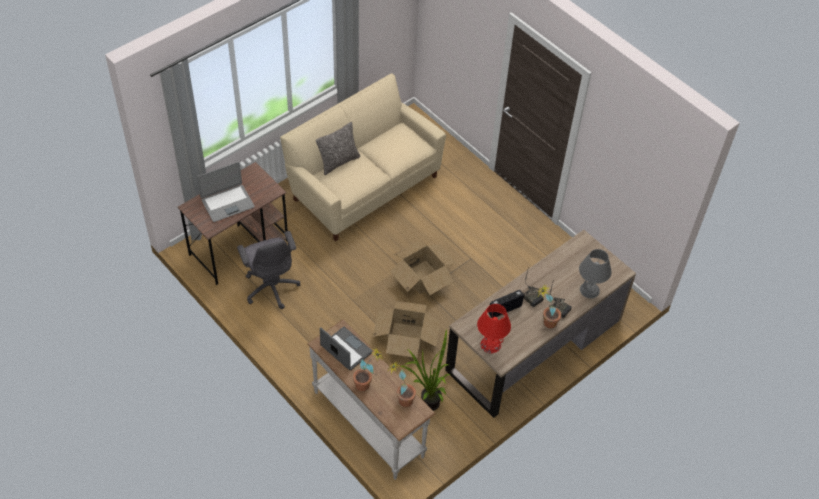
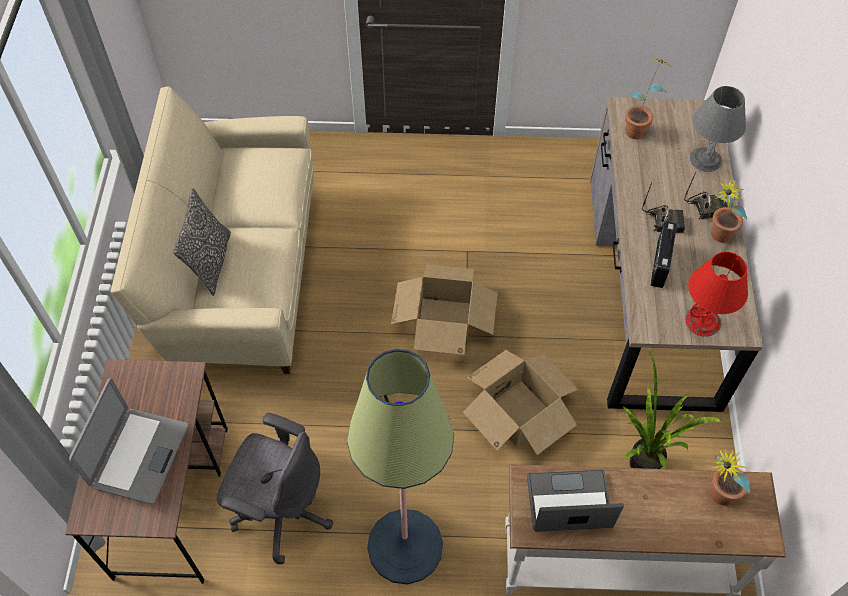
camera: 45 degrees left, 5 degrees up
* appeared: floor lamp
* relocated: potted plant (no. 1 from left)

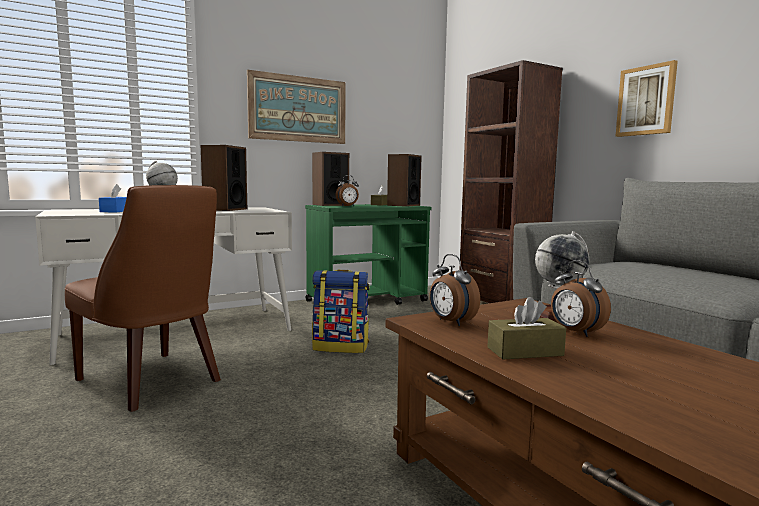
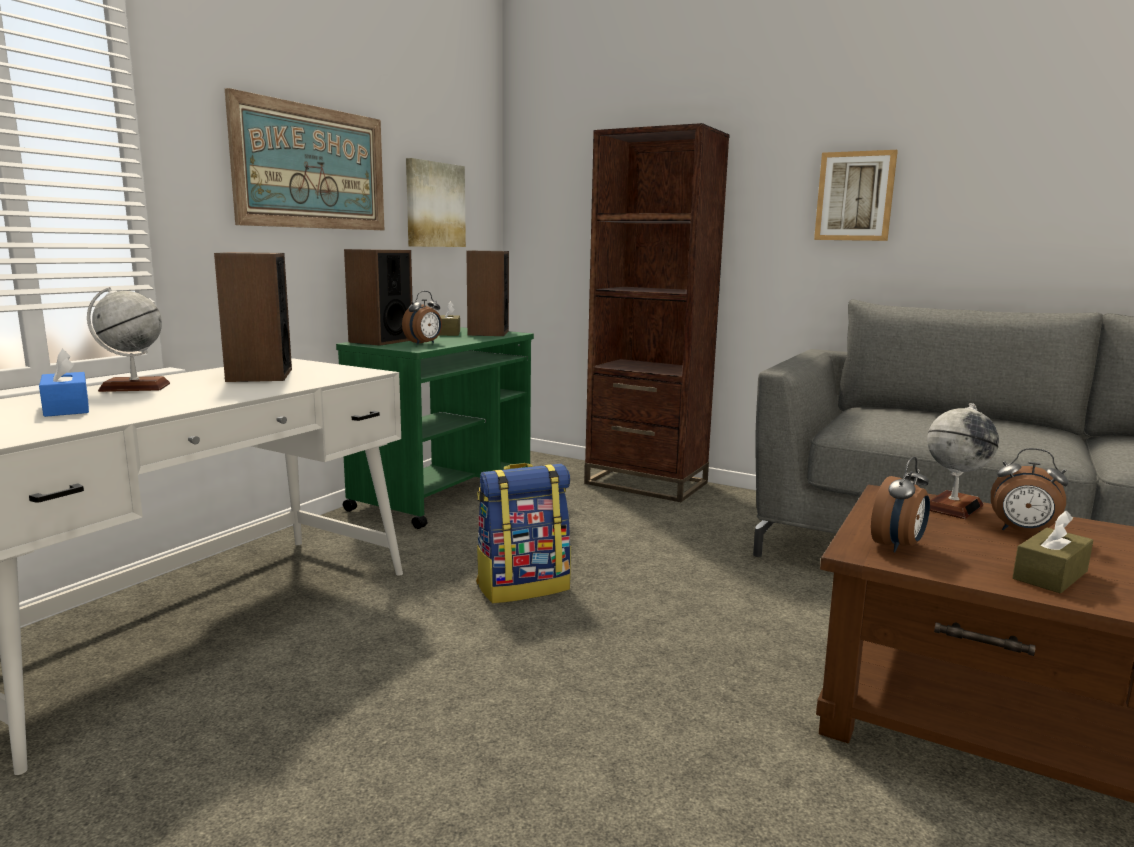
camera: 30 degrees left, 5 degrees up
* appeared: picture (no. 2 from left)
* spun: alarm clock (no. 2 from left) 75 degrees counterclockwise
* missing: chair (brownish)

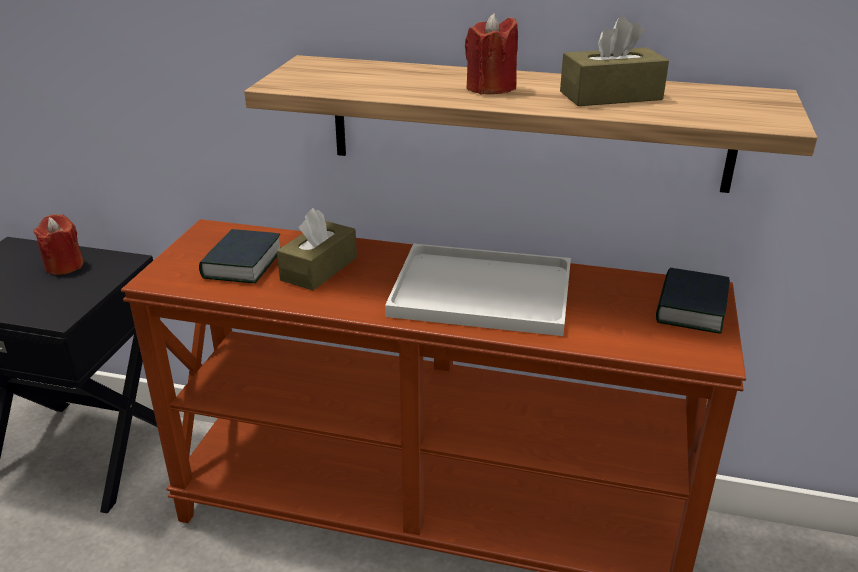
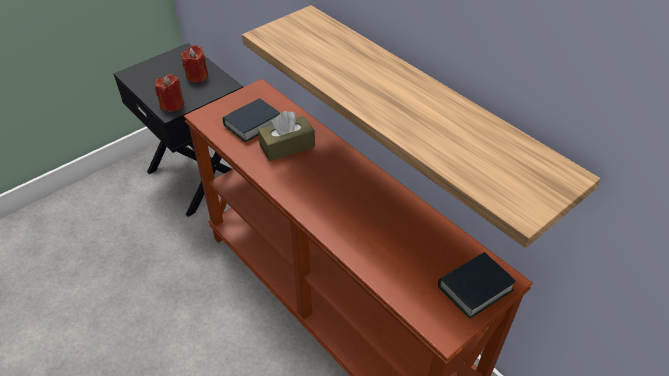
camera: 35 degrees right, 15 degrees up
* relocated: candle (red-coloured) (no. 2 from left in the first image) to candle (red-coloured) (no. 1 from left)
* missing: carrying tray (whitish)
* missing: tissue box (brownish) (no. 2 from left)

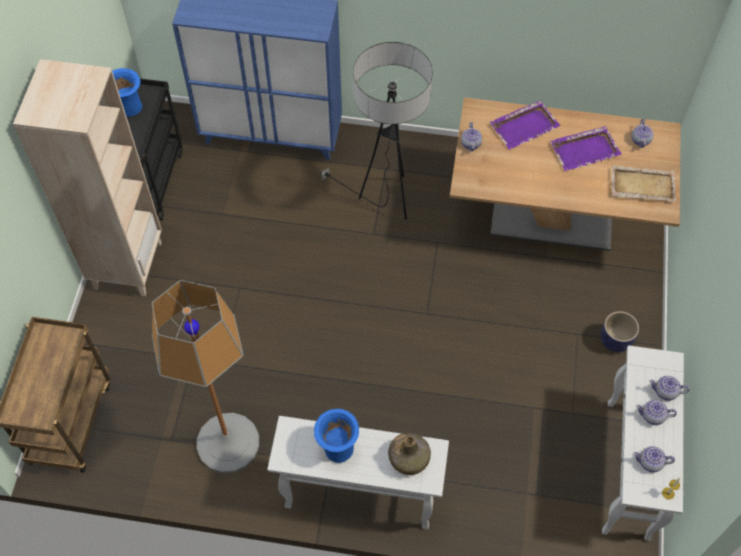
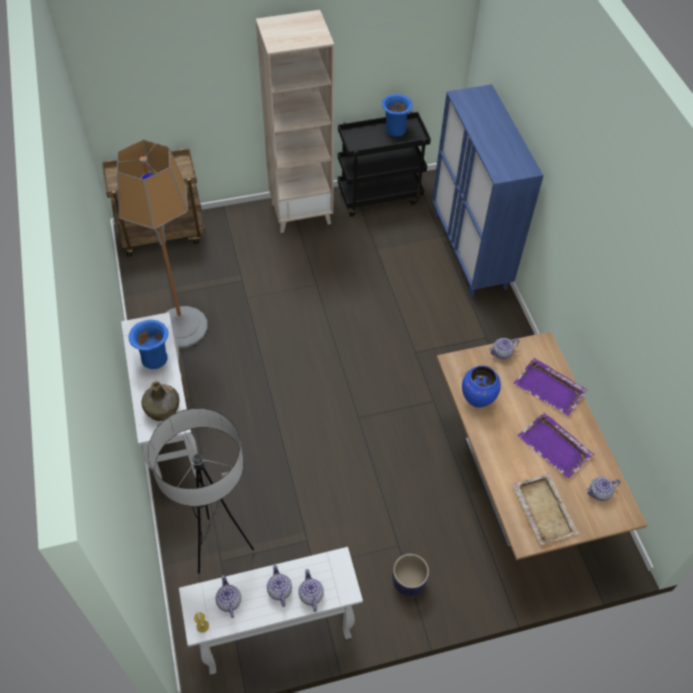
camera: 65 degrees right, 5 degrees down
* relocated: floor lamp (no. 2 from left)
* appeared: decorative vase (blue-coloured) (no. 3 from left)

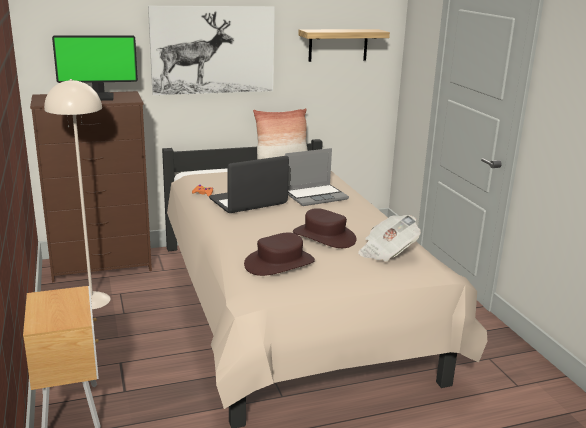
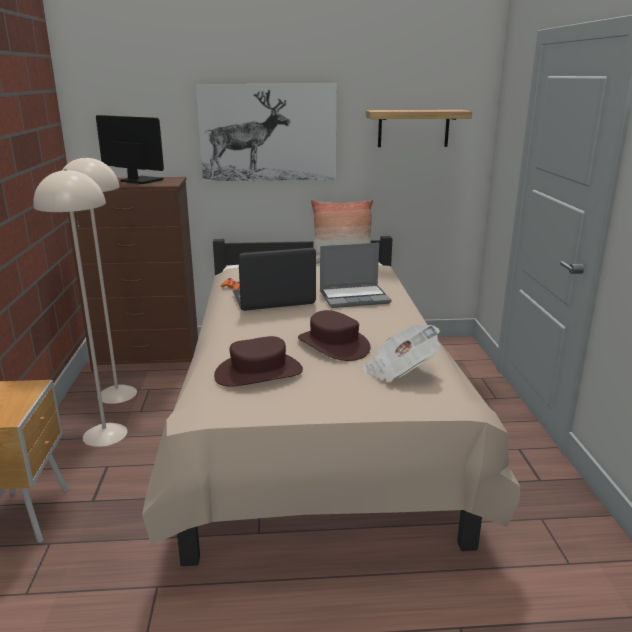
camera: 15 degrees right, 0 degrees up
* appeared: floor lamp (beige-coloured) (no. 1 from left)
* spun: computer display 150 degrees counterclockwise

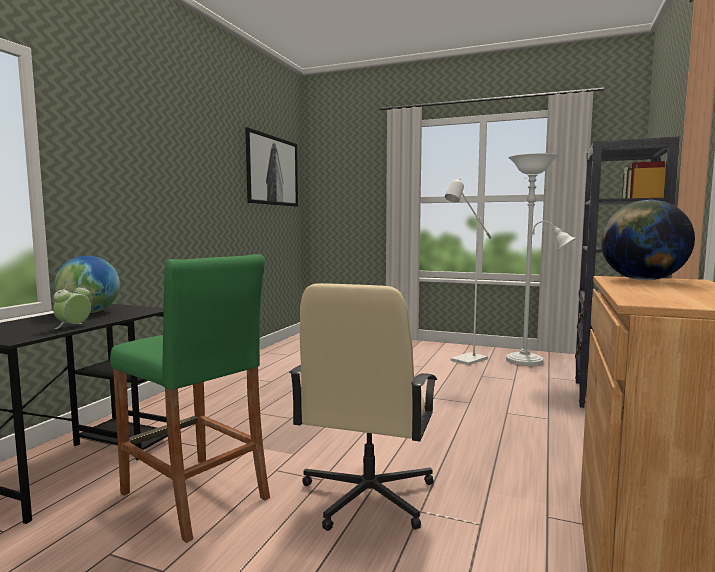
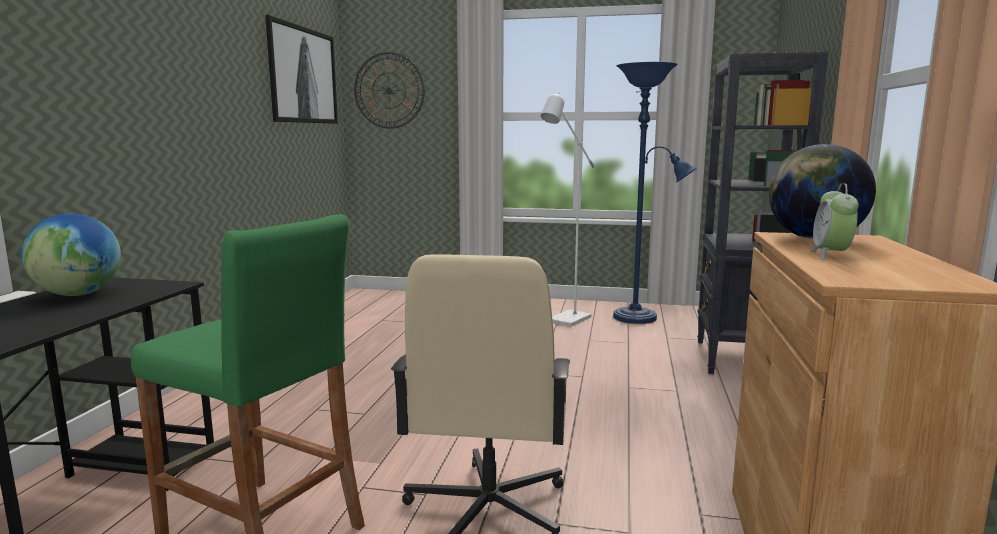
camera: 10 degrees left, 5 degrees up
* appeared: clock on the wall
* colour: floor lamp (whitish) (no. 2 from left) to floor lamp (blue-coloured)
* relocated: alarm clock

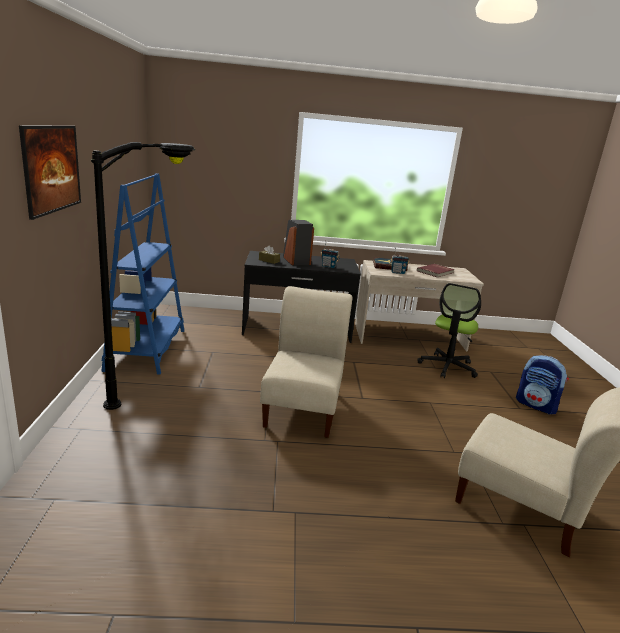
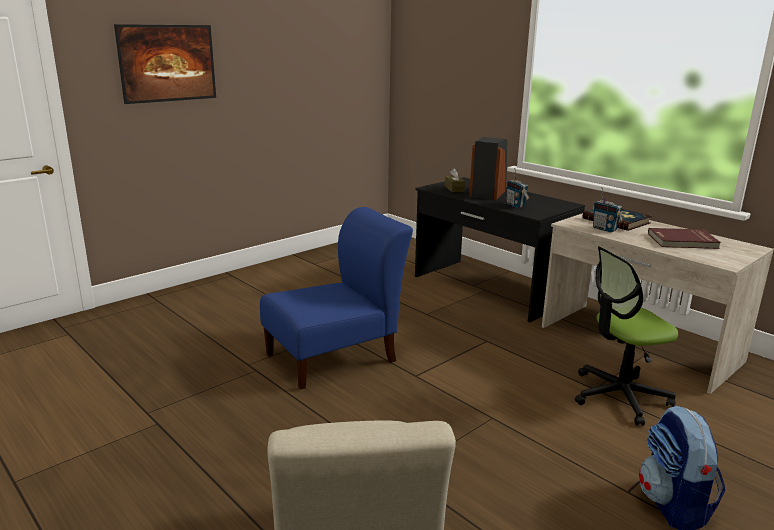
camera: 50 degrees right, 0 degrees up
* colour: chair (beige-coloured) (no. 1 from left) to chair (blue-coloured)
* missing: floor lamp (blackish)
* missing: bookshelf (blue-coloured)

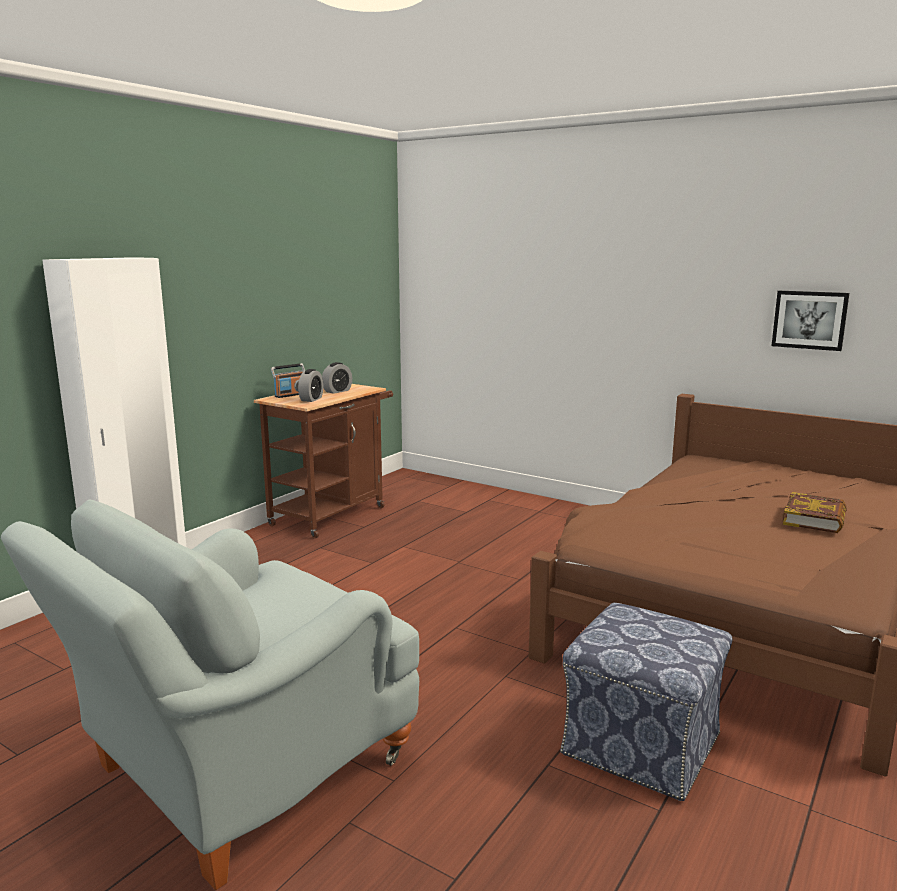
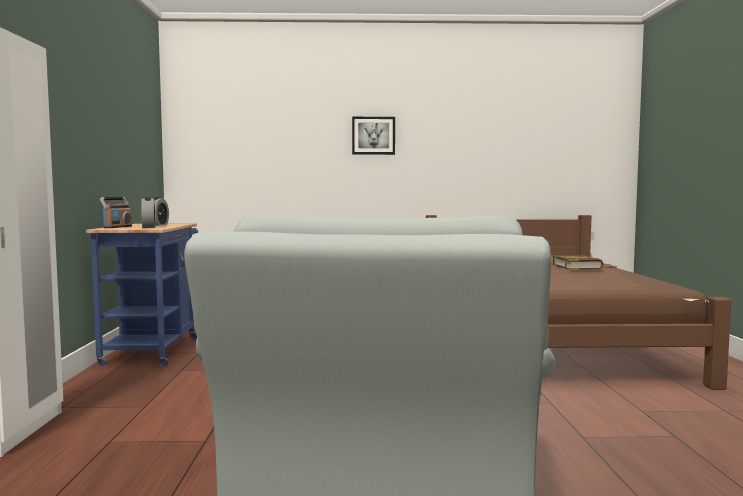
camera: 35 degrees left, 10 degrees down
* colour: cart (brownish) to cart (blue-coloured)
* relocated: picture
* missing: ottoman

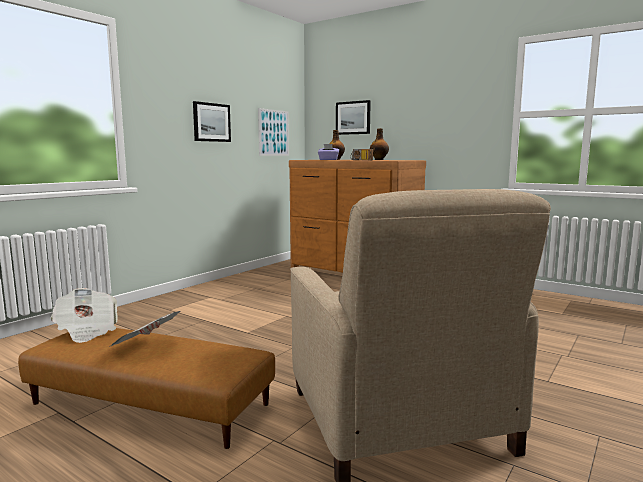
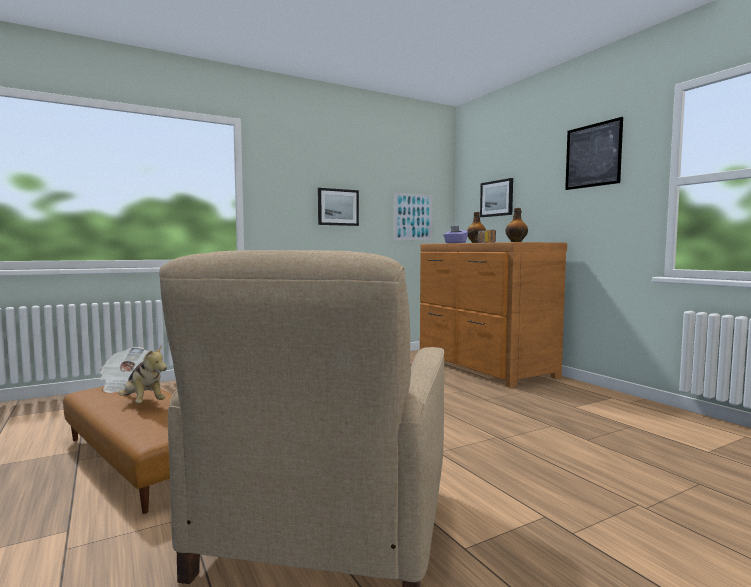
camera: 25 degrees right, 5 degrees down
* exchanged: printed paper (no. 2 from left) to plush toy
* appeared: picture (no. 4 from left)

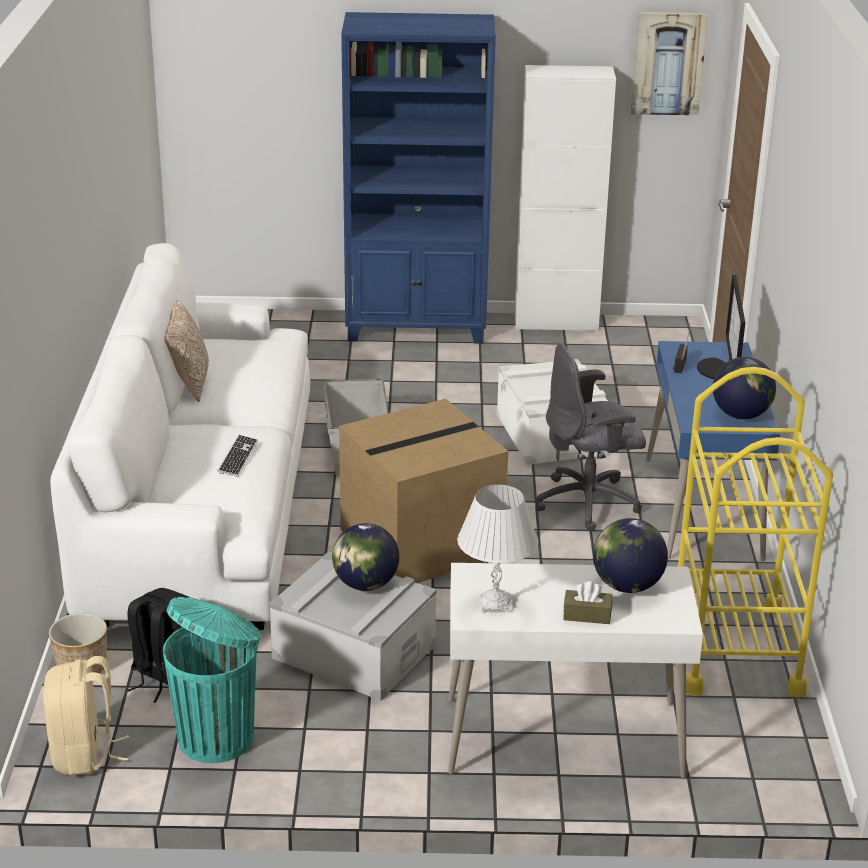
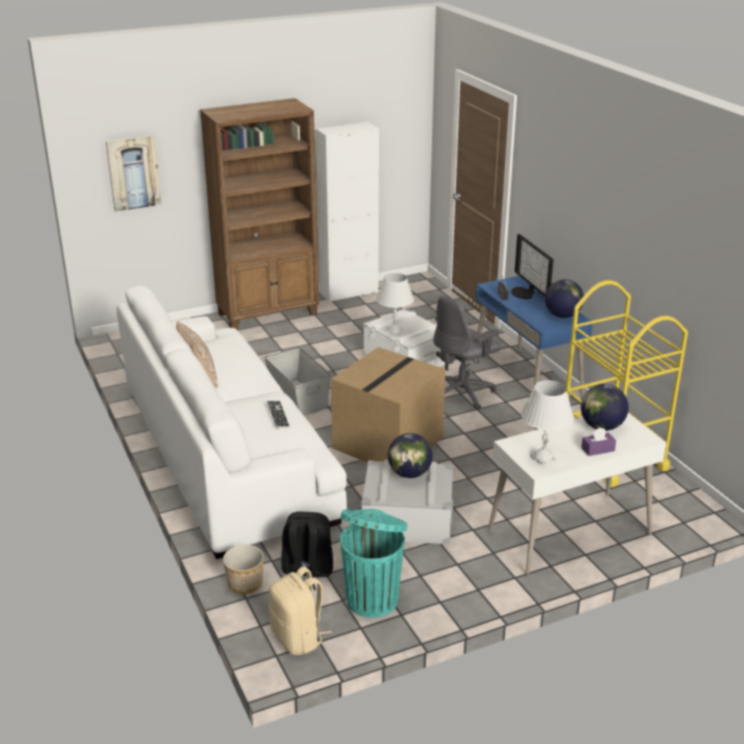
camera: 25 degrees left, 0 degrees up
* relocated: picture
* colour: bookshelf (blue-coloured) to bookshelf (brownish)
* appeared: table lamp (whitish) (no. 1 from left)
* colour: tissue box (brownish) to tissue box (purple-coloured)

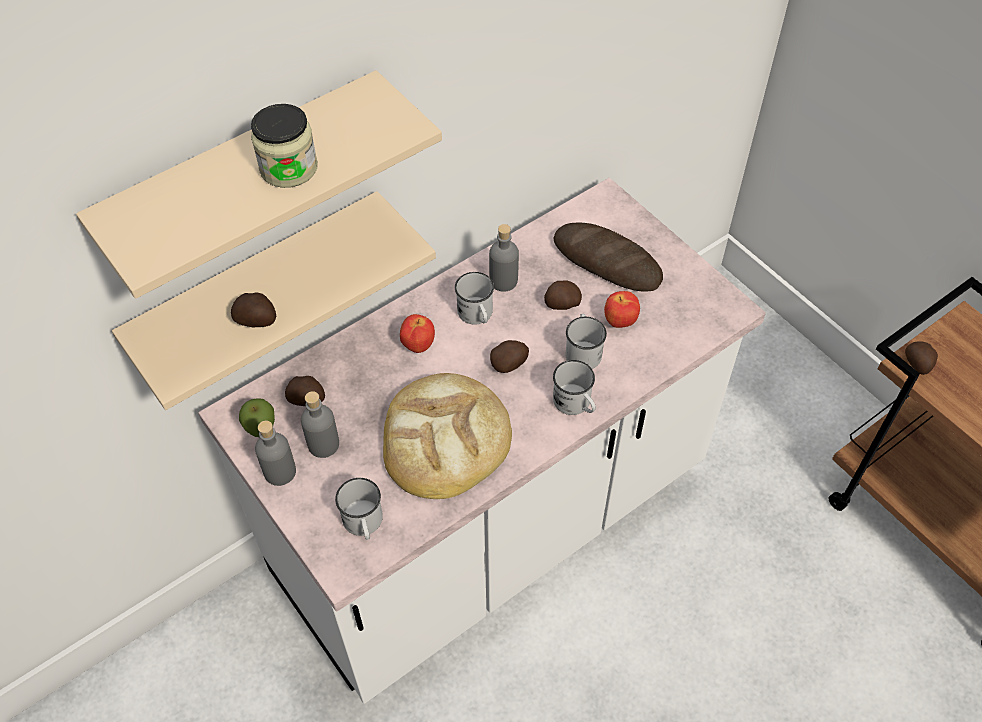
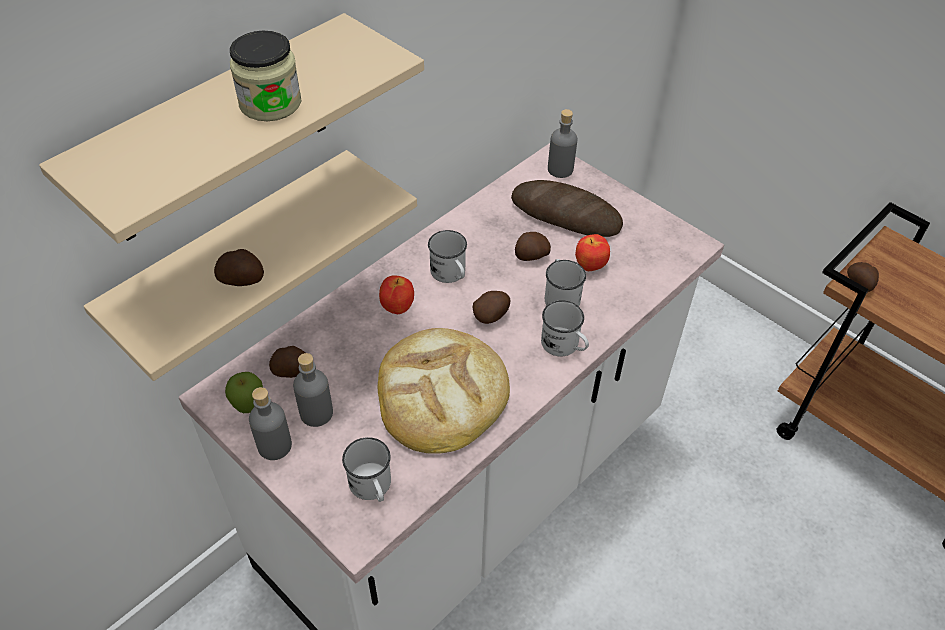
camera: 10 degrees left, 5 degrees down
* relocated: beverage bottle (greyish) (no. 3 from left)

